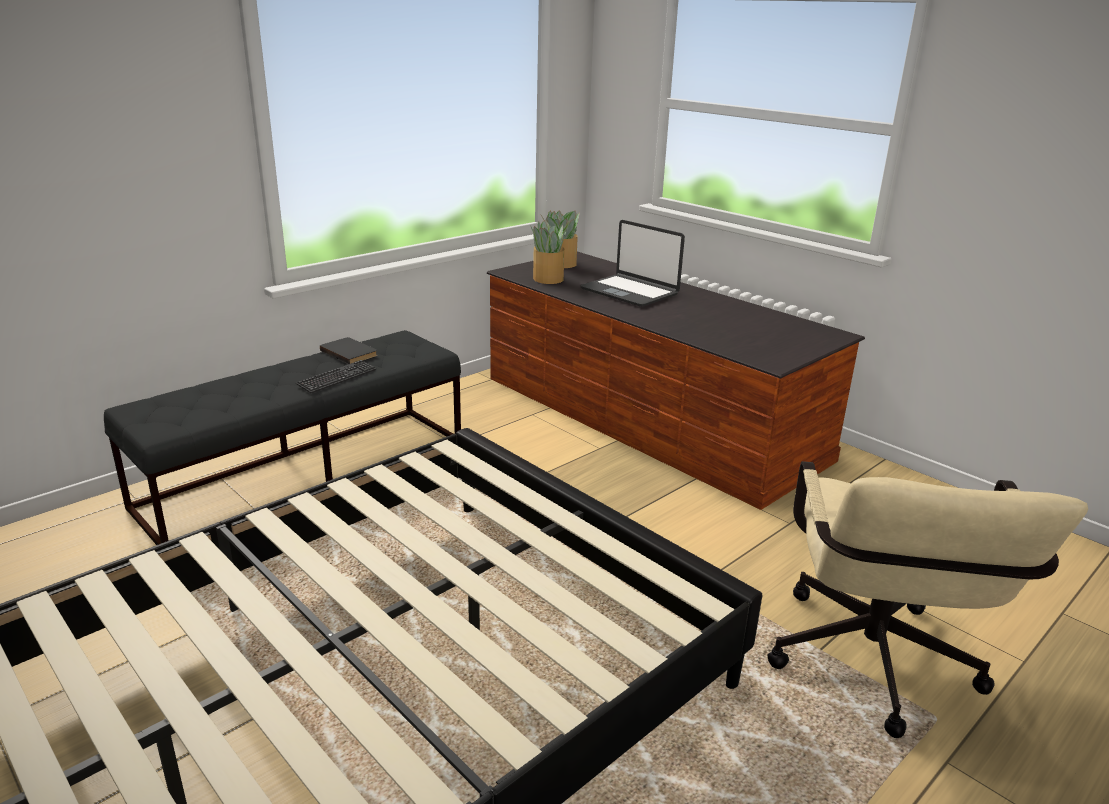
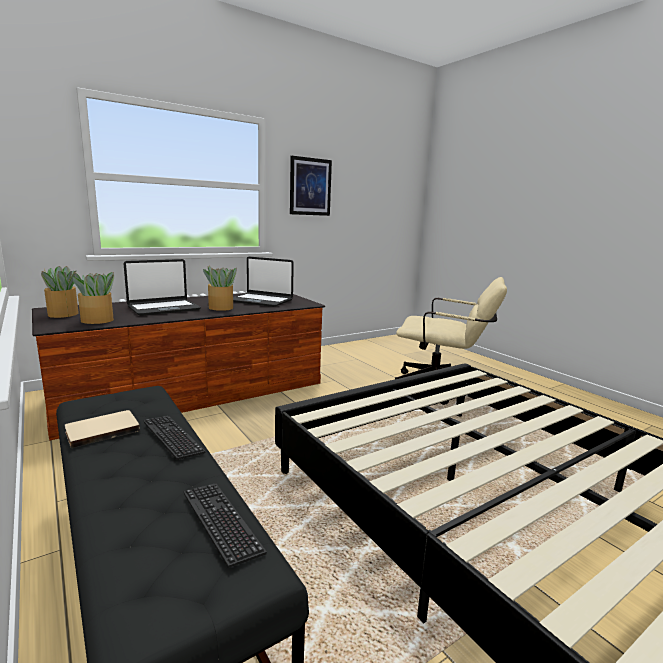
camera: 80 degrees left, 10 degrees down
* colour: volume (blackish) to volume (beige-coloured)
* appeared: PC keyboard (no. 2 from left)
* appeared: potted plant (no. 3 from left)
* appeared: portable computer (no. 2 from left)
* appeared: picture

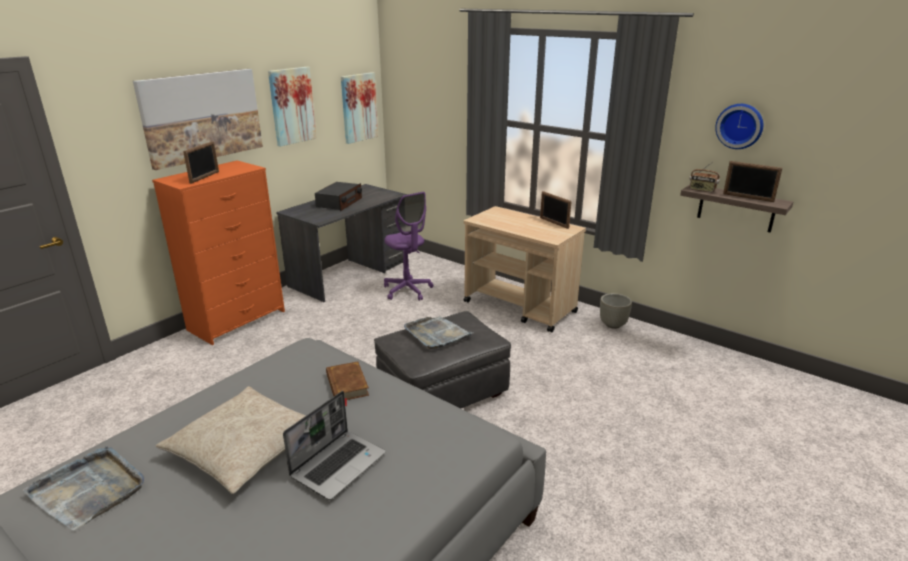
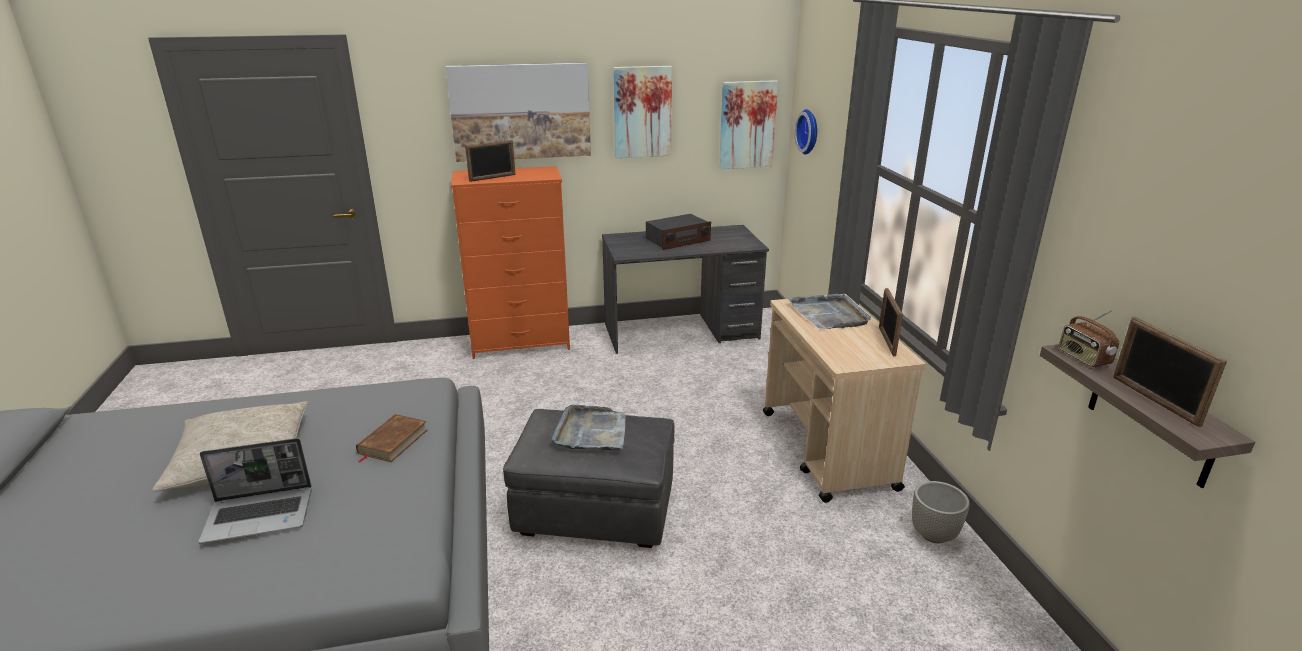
camera: 40 degrees right, 0 degrees up
* relocated: carrying tray (greyish) (no. 1 from left in the first image) to carrying tray (greyish) (no. 2 from left)
* relocated: clock on the wall
* missing: computer chair (purple-coloured)

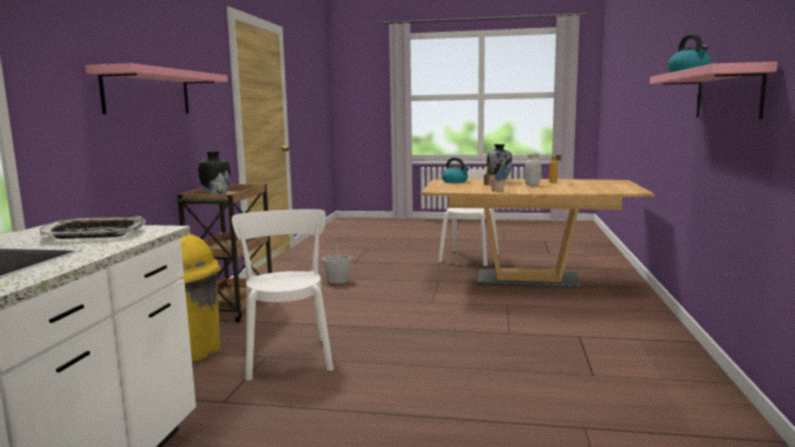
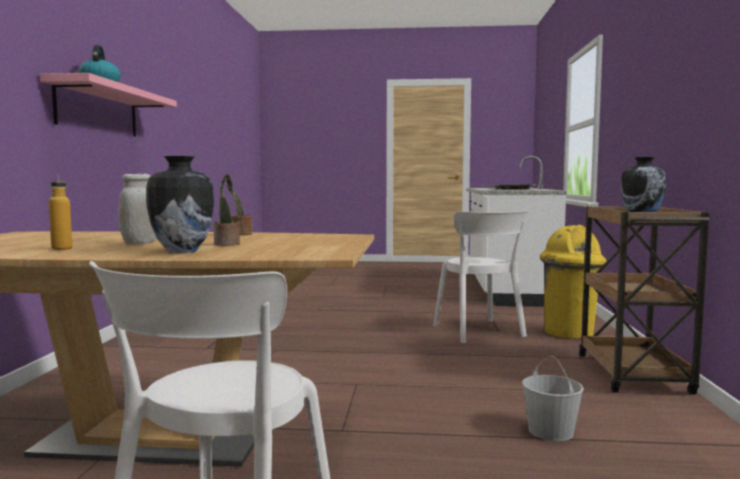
camera: 175 degrees right, 5 degrees down
* missing: shelf (pink-coloured) (no. 1 from left)
* missing: kettle (no. 1 from left)

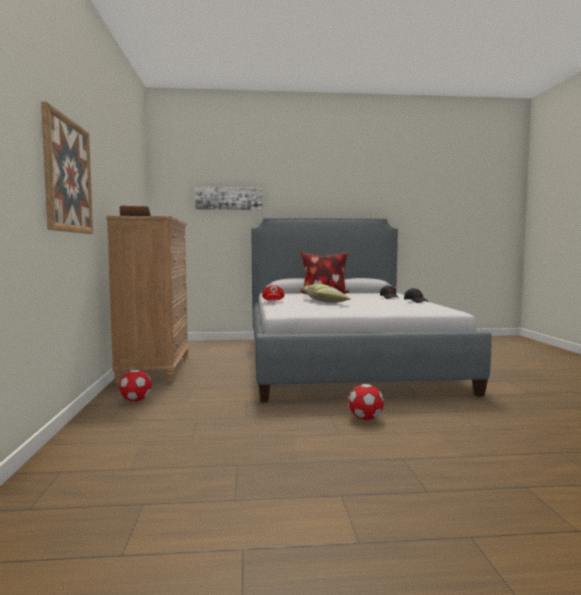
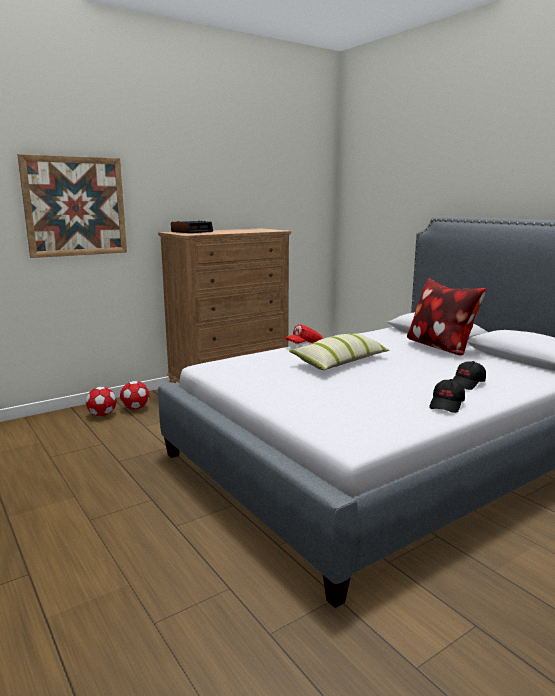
camera: 60 degrees right, 10 degrees up
* relocated: football ball (no. 2 from left in the first image) to football ball (no. 1 from left)
* missing: picture (no. 2 from left)

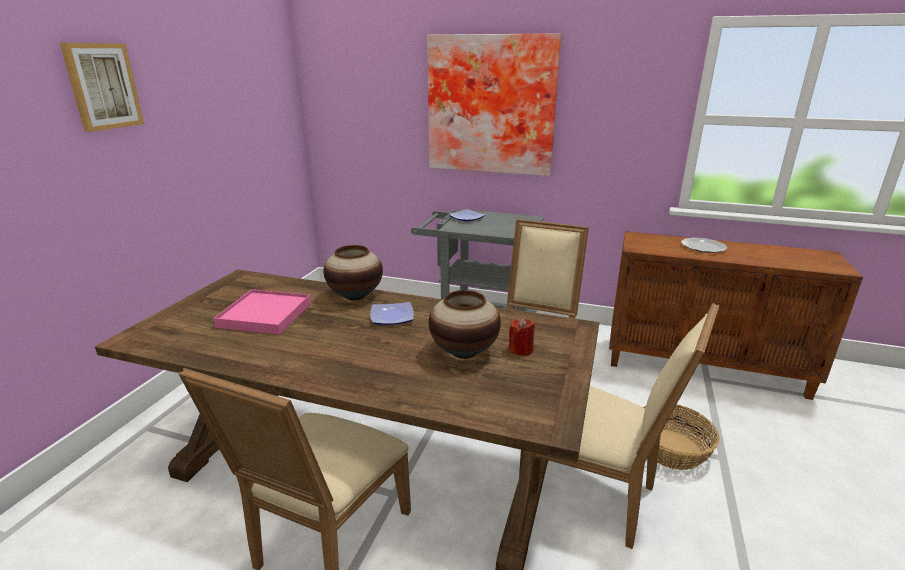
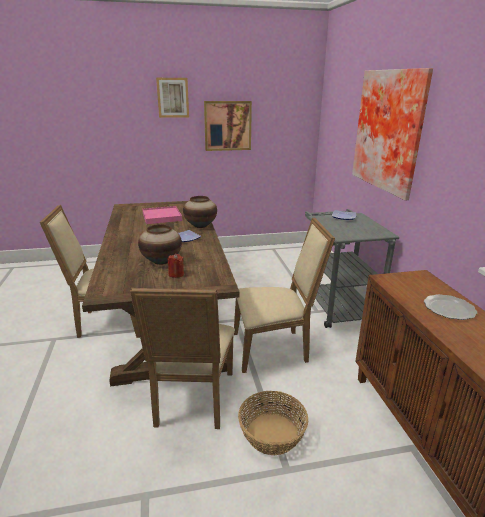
camera: 60 degrees right, 0 degrees up
* appeared: picture (no. 2 from left)

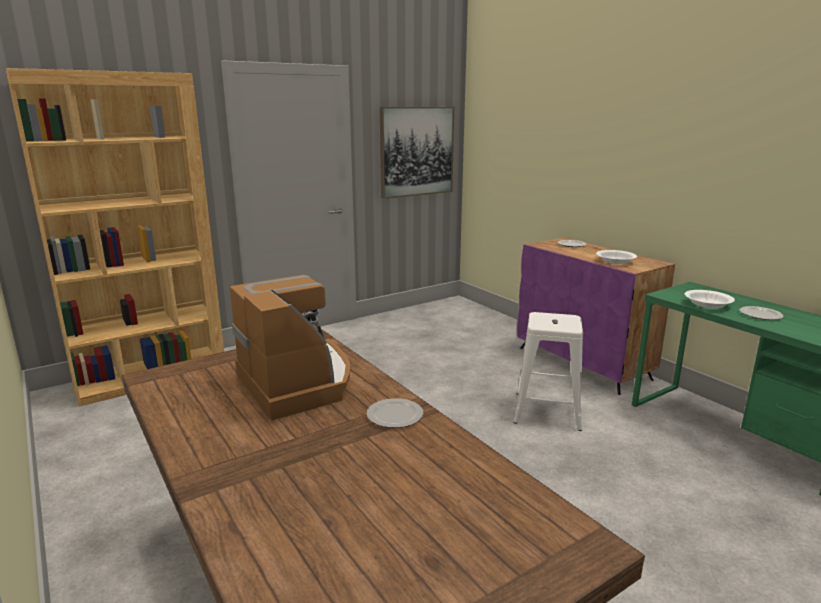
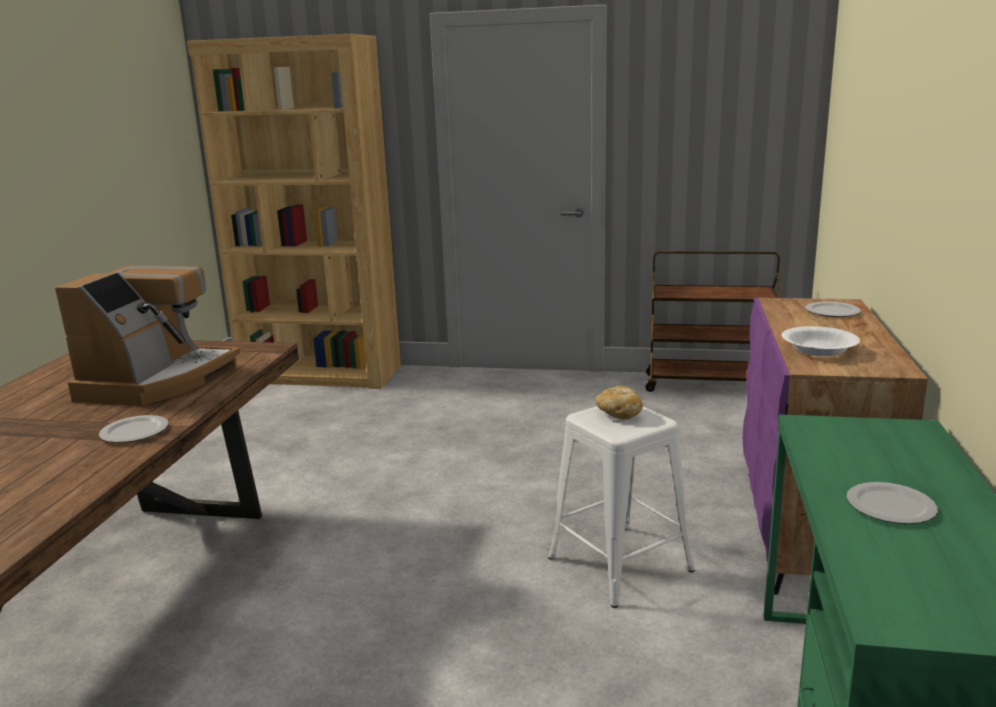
camera: 45 degrees right, 0 degrees up
* appeared: bread
* appeared: cart (brownish)
* missing: picture
* missing: bowl (whitish) (no. 2 from left)

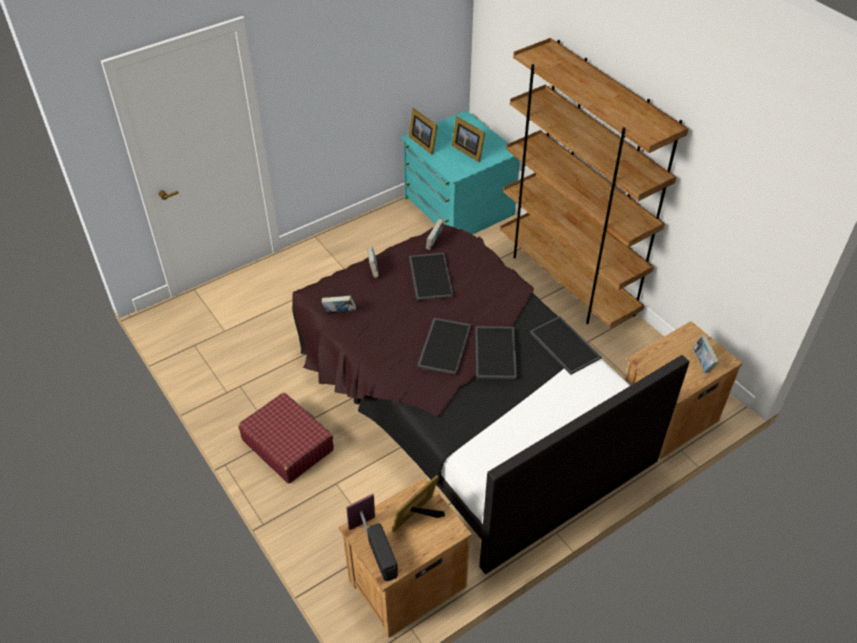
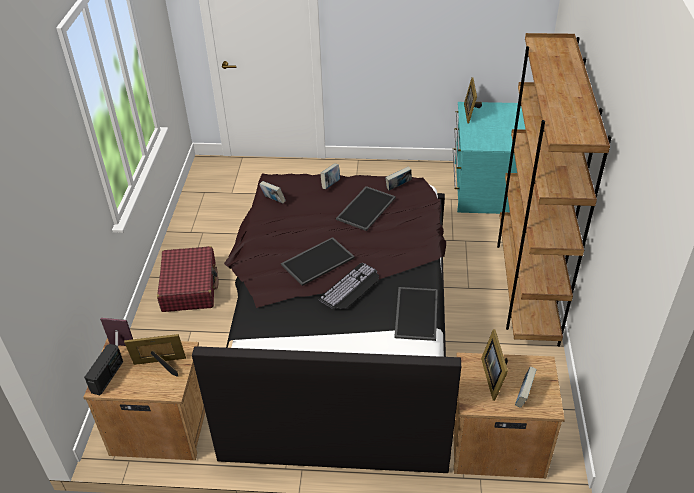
camera: 40 degrees right, 5 degrees down
* exchanged: carrying tray (no. 3 from left) to PC keyboard
* relocated: standing frame (no. 4 from left)

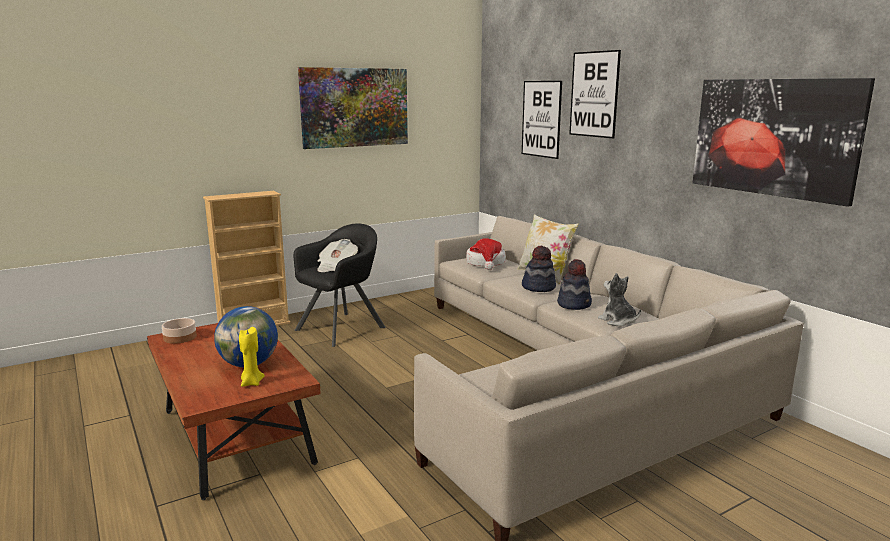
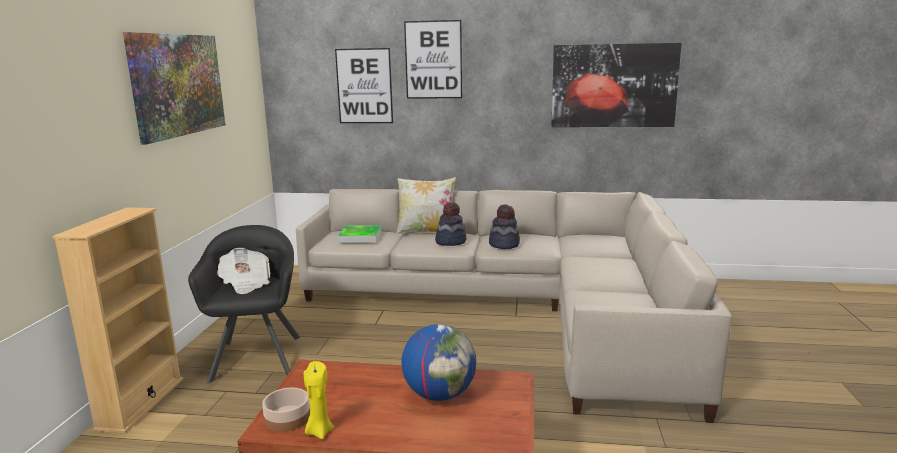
camera: 50 degrees left, 0 degrees up
* relocated: candle (yellow-coloured)
* exchanged: clothing hat (no. 1 from left) to carrying tray
* missing: plush toy

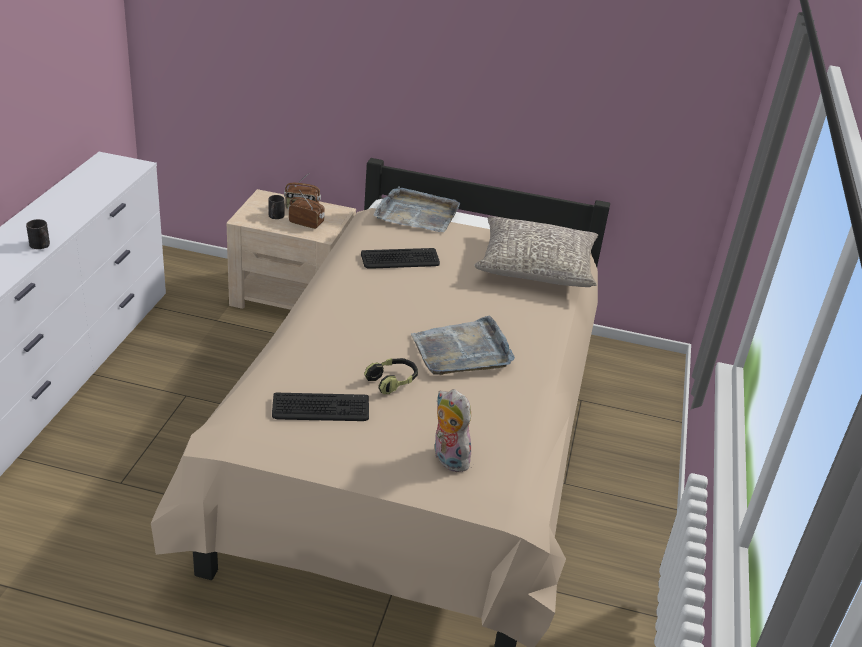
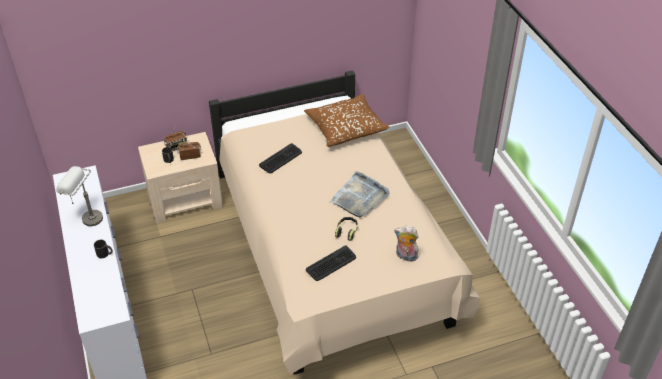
camera: 30 degrees left, 10 degrees up
* appeared: table lamp (greyish)
* colour: pillow (greyish) to pillow (brownish)
* missing: carrying tray (greyish) (no. 1 from left)

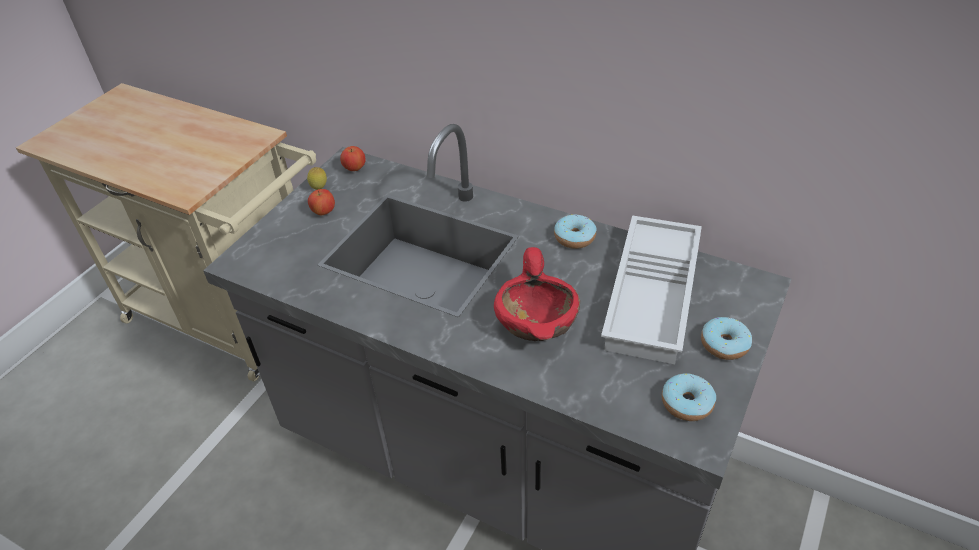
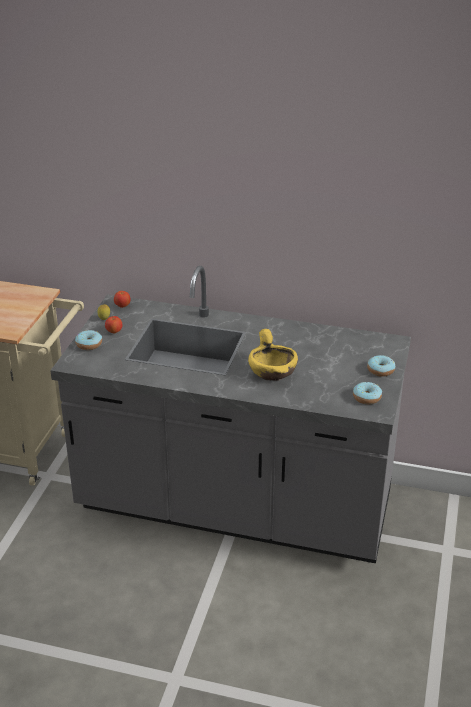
camera: 15 degrees left, 10 degrees down
* relocated: ring doughnut (no. 1 from left)
* colour: bowl (red-coloured) to bowl (yellow-coloured)
* missing: carrying tray (whitish)

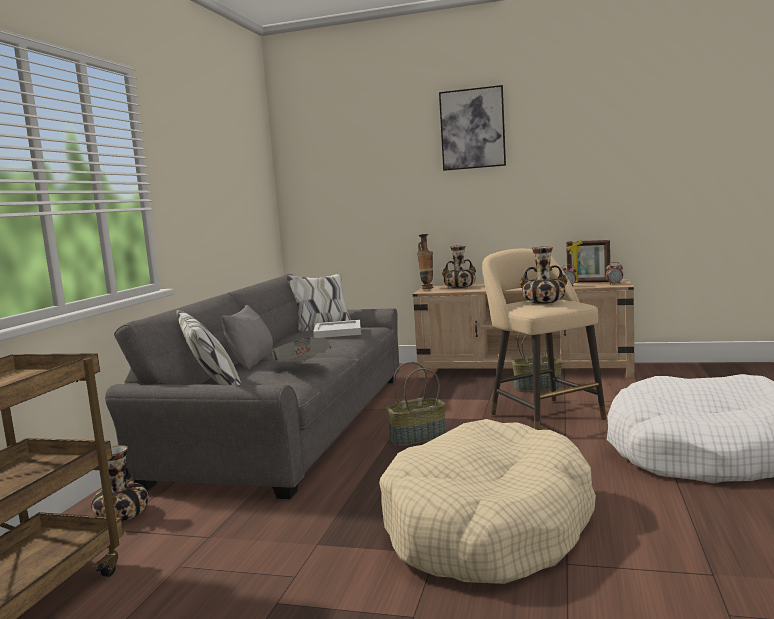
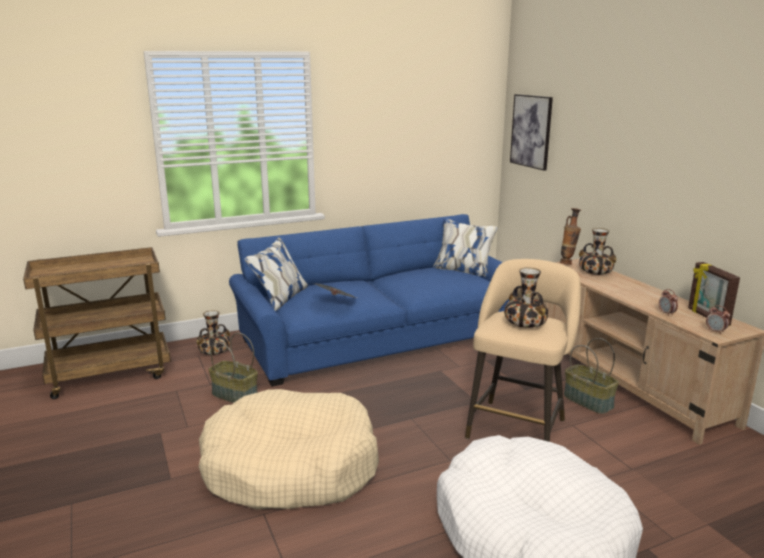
camera: 50 degrees right, 10 degrees up
* relocated: household basket (no. 1 from left)
* colour: settee (greyish) to settee (blue-coloured)
* relocated: picture
* missing: pillow (greyish)
* missing: carrying tray (whitish)

